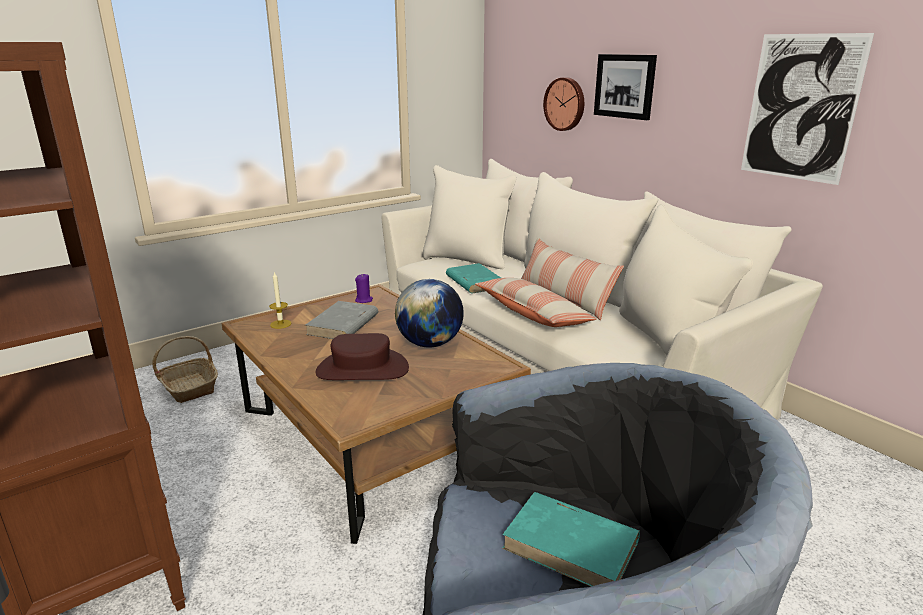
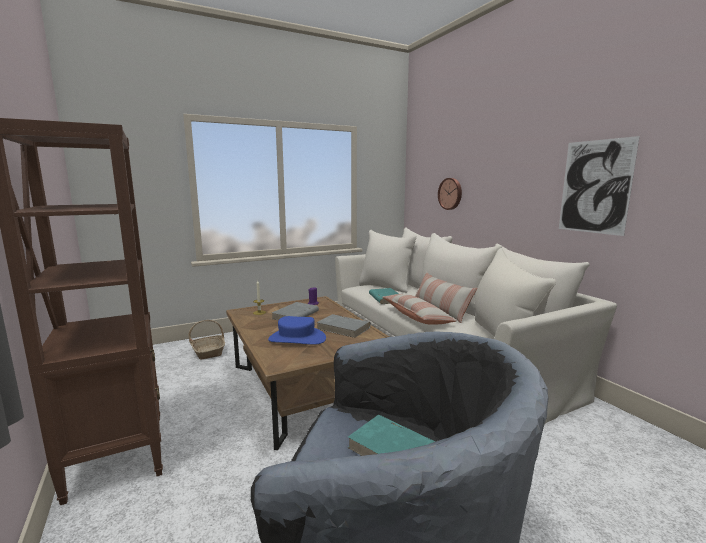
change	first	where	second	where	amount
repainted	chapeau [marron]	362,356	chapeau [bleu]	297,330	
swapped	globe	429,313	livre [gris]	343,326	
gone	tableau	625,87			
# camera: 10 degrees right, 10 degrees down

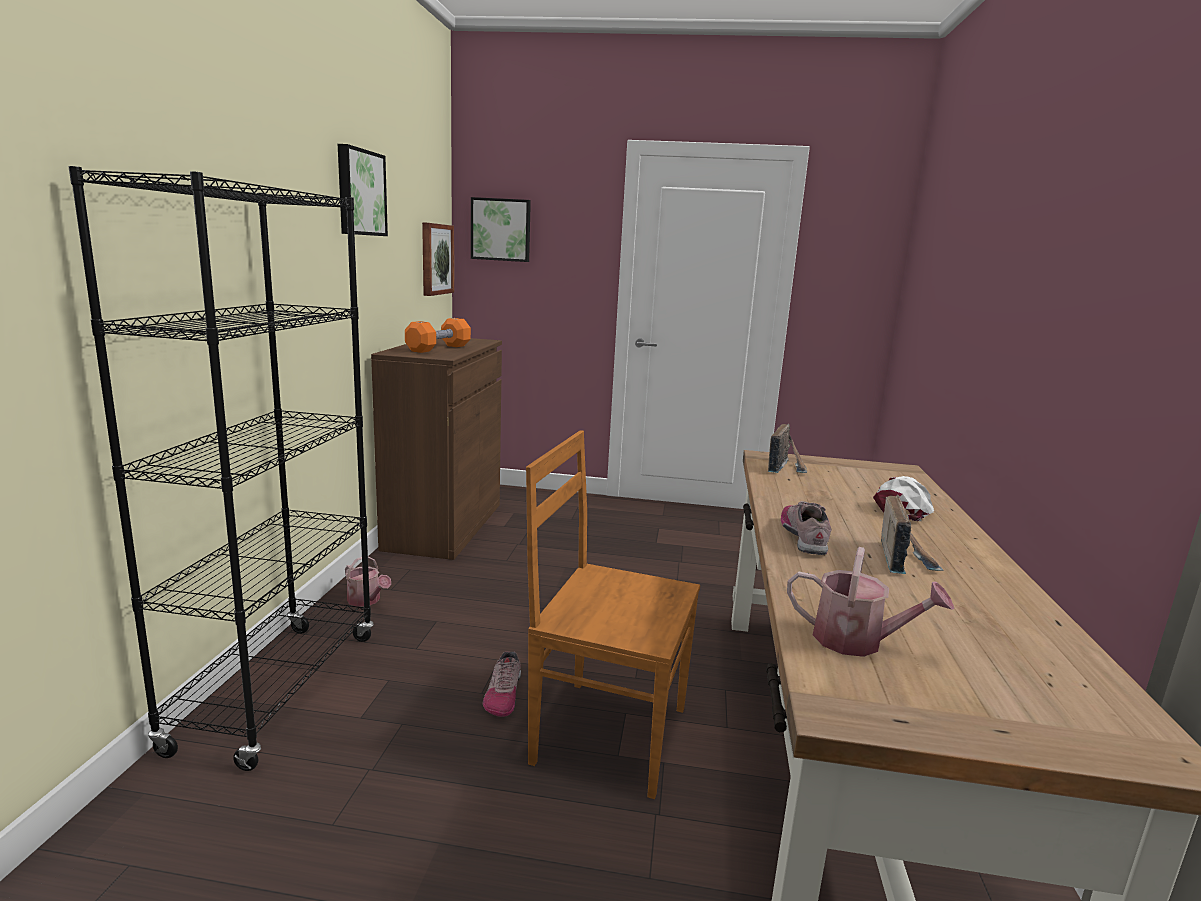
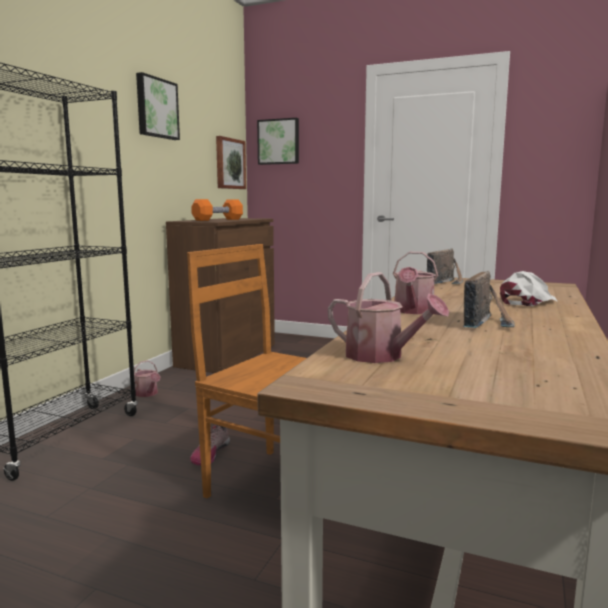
change	first	where	second	where	amount
swapped	chaussure	806,528	arrosoir	415,283	
# camera: 15 degrees right, 5 degrees down

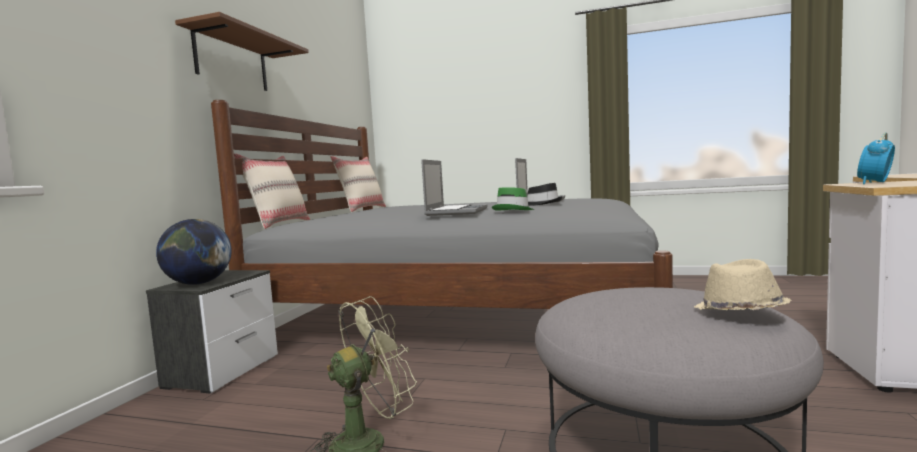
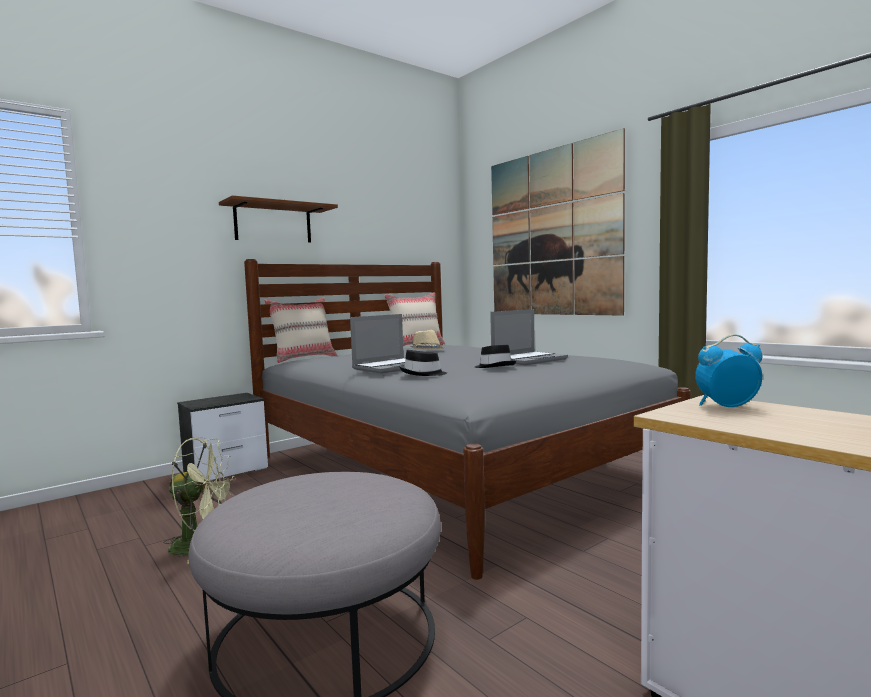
change	first	where	second	where	amount
repainted	chapeau [vert]	513,199	chapeau [noir]	423,363	
shifted	chapeau [beige]	742,284		427,339	
new			tableau	558,222	
gone	globe	194,252			
# camera: 35 degrees right, 0 degrees up

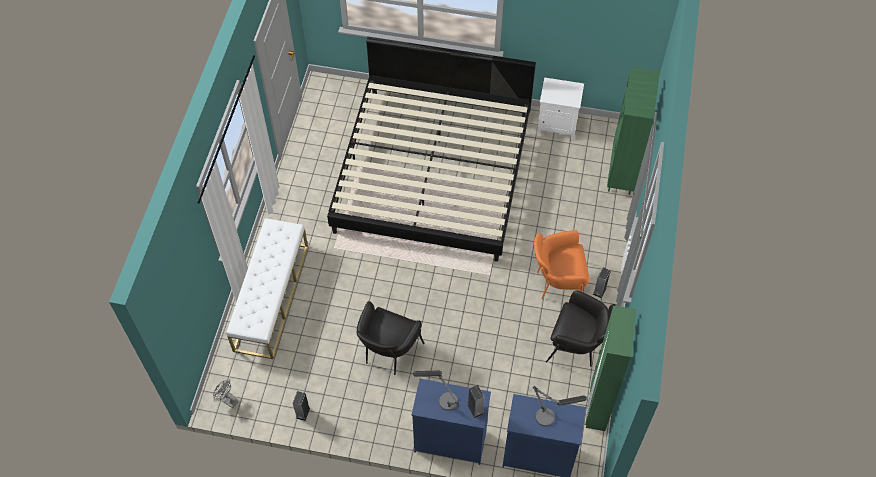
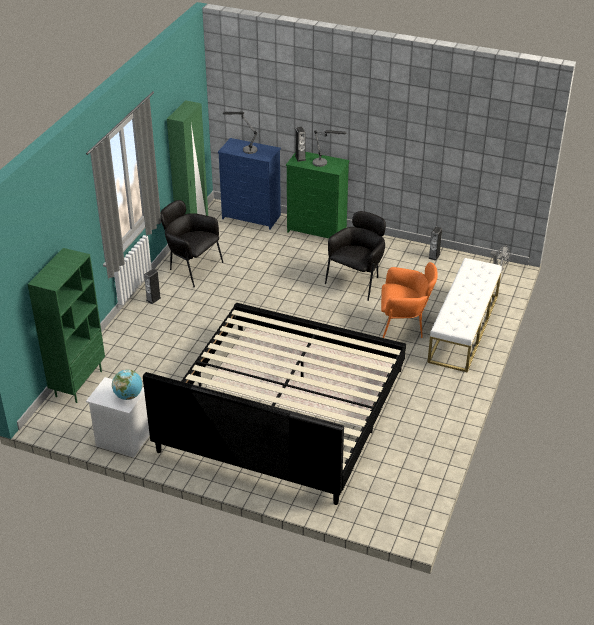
change	first	where	second	where	amount
new			globe	127,385	
repainted	commode [bleu]	451,422	commode [vert]	318,195	
shifted	fauteuil [orange]	562,264		409,300	
# camera: 170 degrees left, 20 degrees down

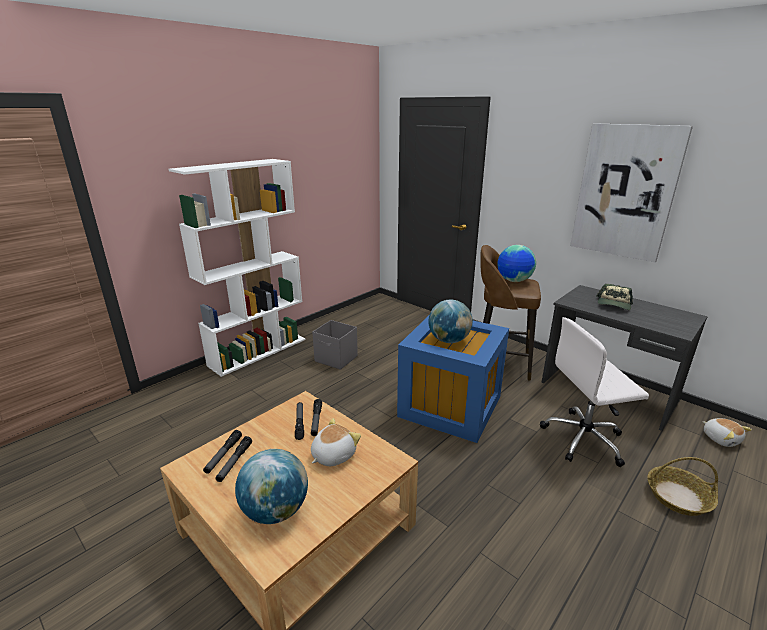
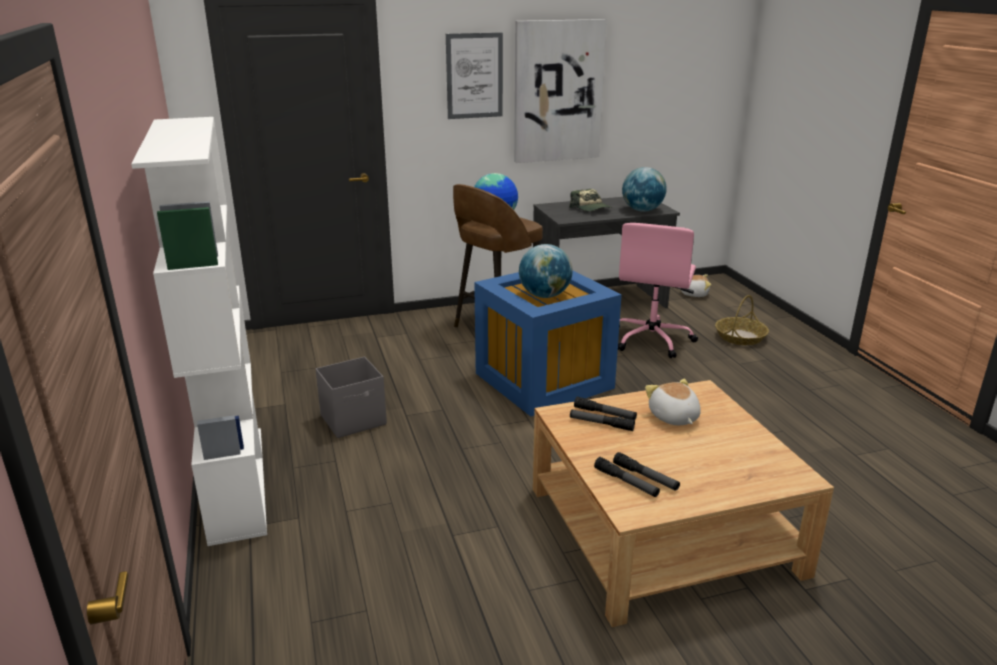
change	first	where	second	where	amount
new			tableau	474,75	
repainted	chaise de bureau [blanc]	594,392	chaise de bureau [rose]	658,290	
shifted	globe	271,486		644,189	
# camera: 60 degrees left, 0 degrees up

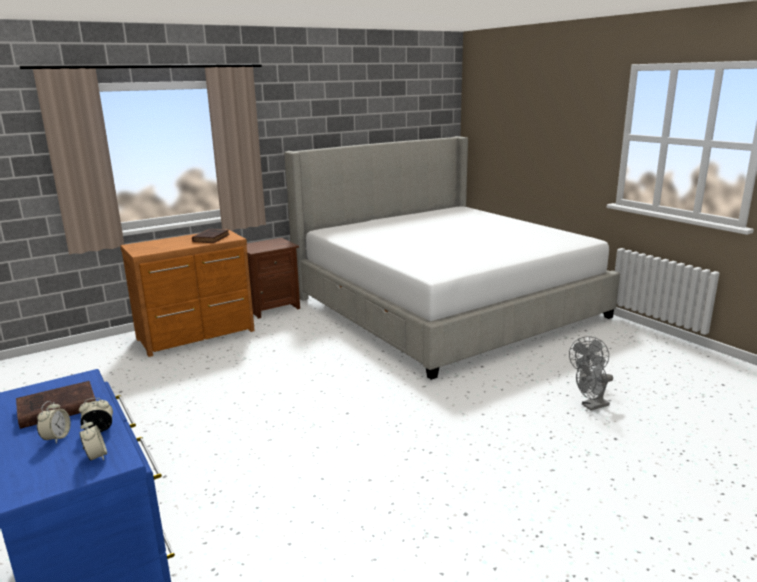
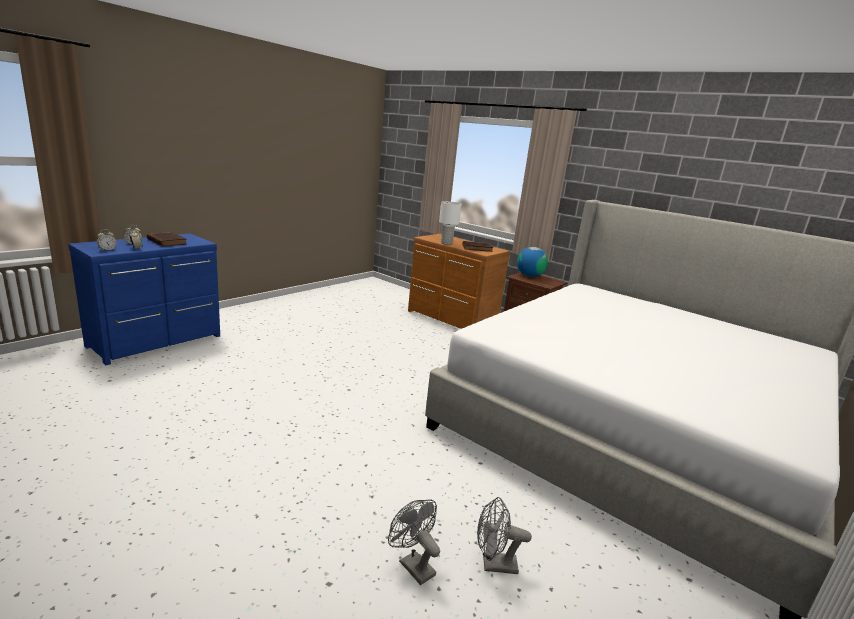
change	first	where	second	where	amount
new			lampe de table [blanc]	450,223	
new			globe	532,262	
# camera: 70 degrees right, 0 degrees up

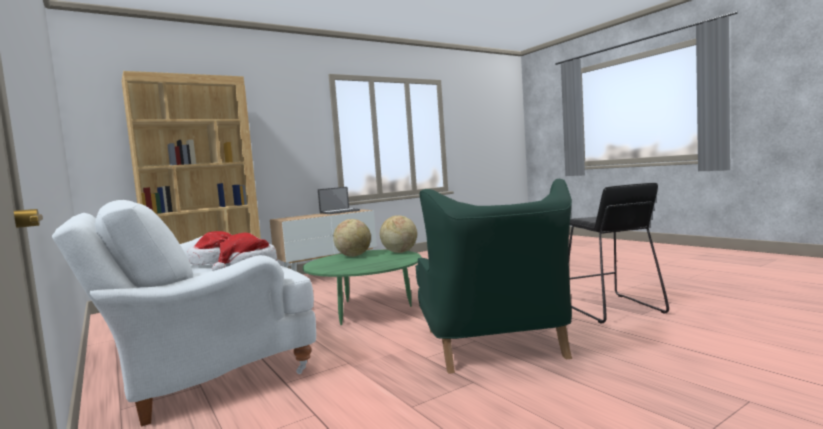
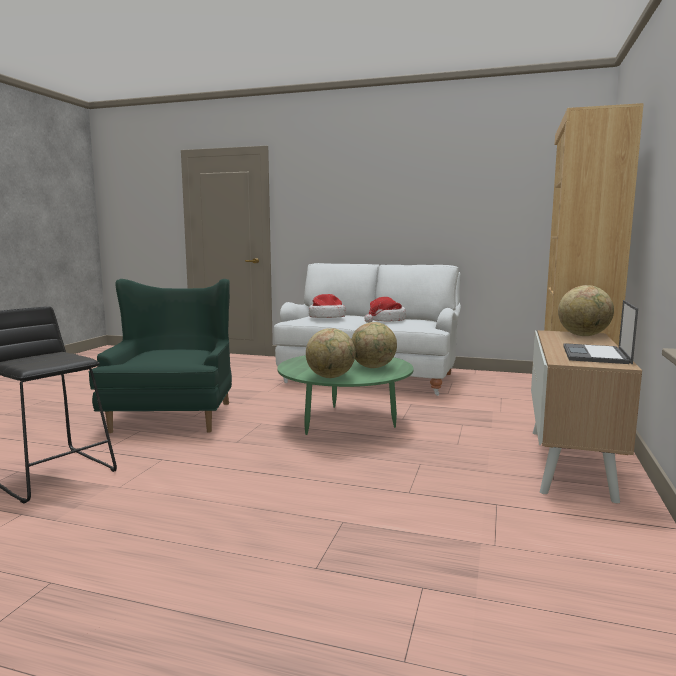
change	first	where	second	where	amount
rotated	fauteuil [vert]	493,276		160,356	45 degrees clockwise
new			globe	586,310	
# camera: 140 degrees right, 5 degrees up

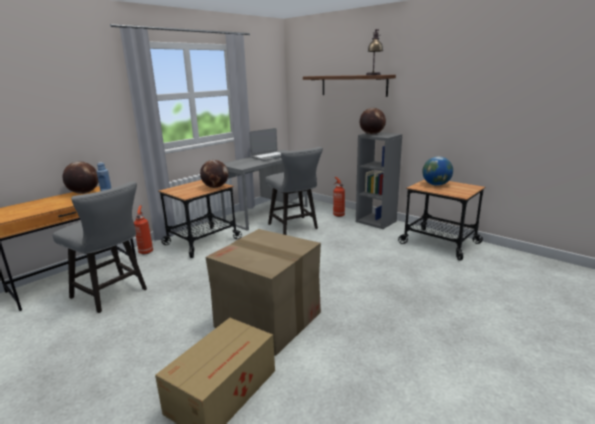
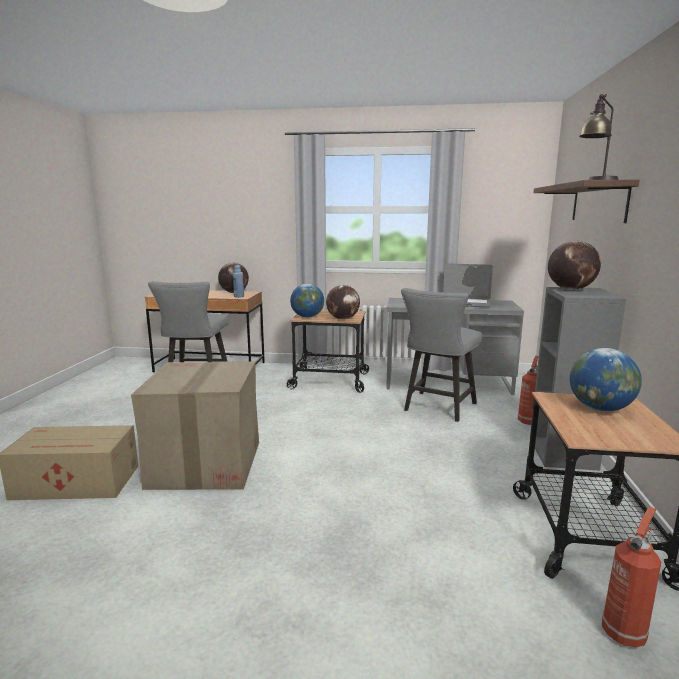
change	first	where	second	where	amount
new			globe	307,301	
shifted	extincteur	143,229		631,577	
# camera: 55 degrees right, 5 degrees down

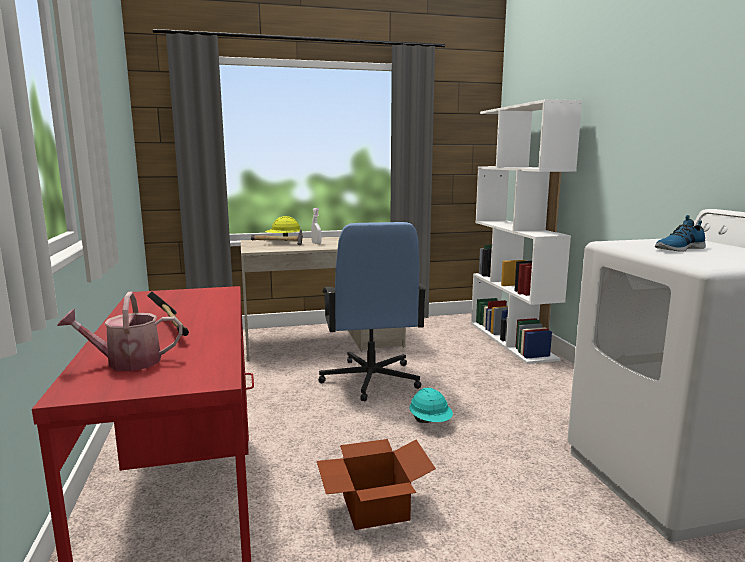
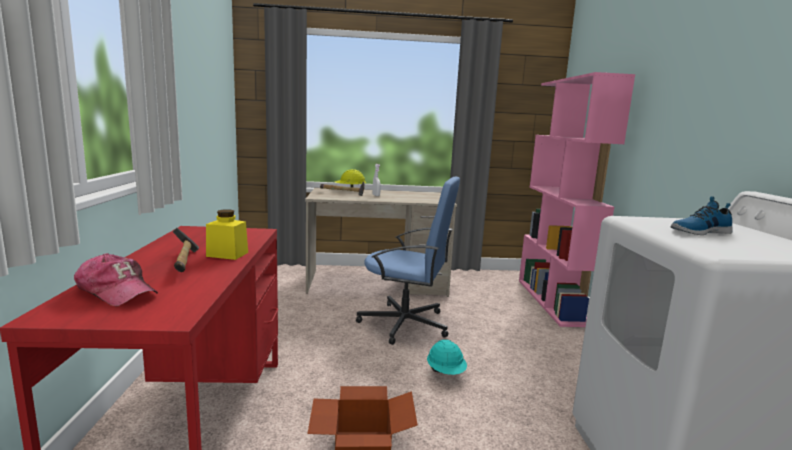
change	first	where	second	where	amount
swapped	arrosoir	119,331	casquette	116,280	
new			bocal [jaune]	227,234	
rotated	chaise de bureau [bleu]	372,312		408,261	75 degrees counterclockwise
repainted	bibliothèque [blanc]	526,231	bibliothèque [rose]	577,199	
# camera: 10 degrees right, 0 degrees up

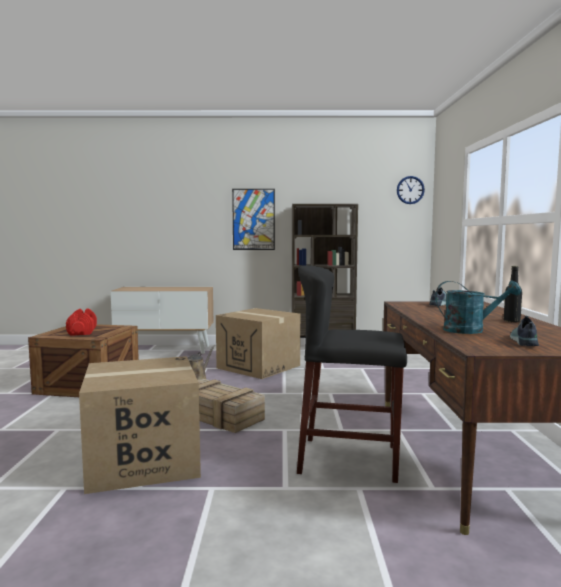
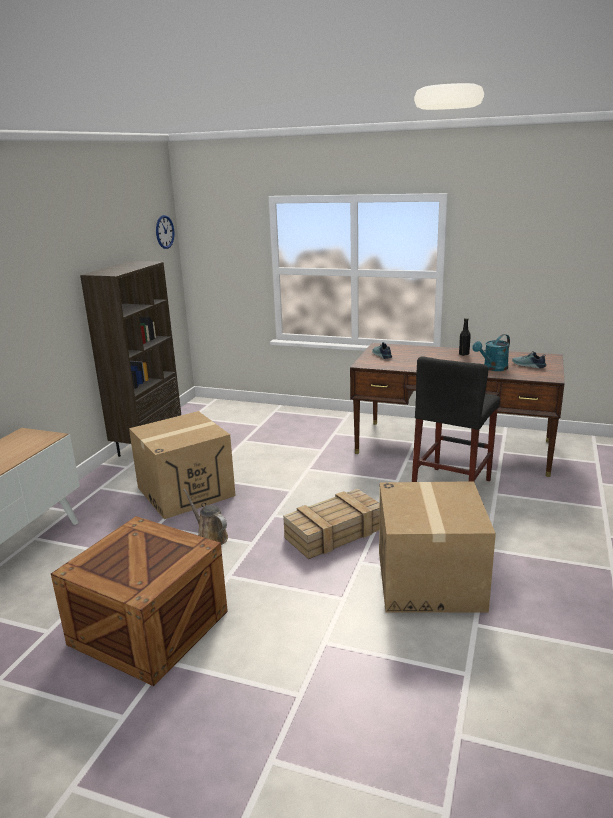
change	first	where	second	where	amount
rotated	arrosoir [turquoise]	478,307		491,352	150 degrees counterclockwise
gone	haltère [rouge]	81,322			
gone	tableau	253,219			
# camera: 70 degrees left, 15 degrees up

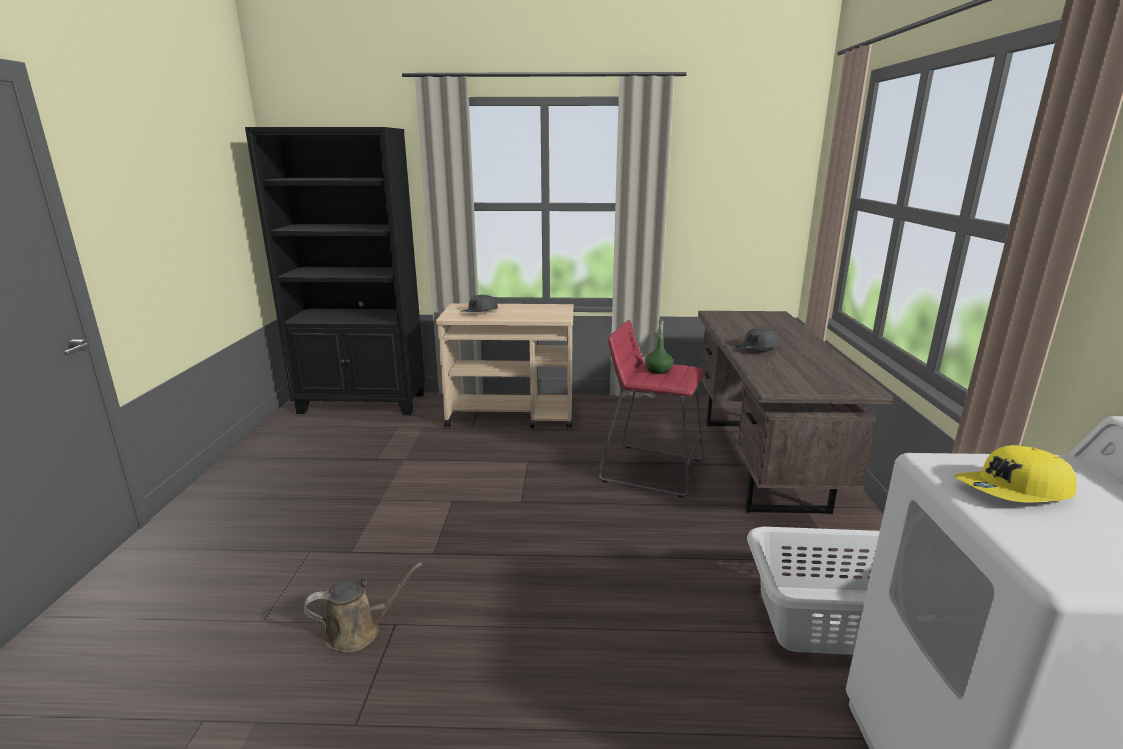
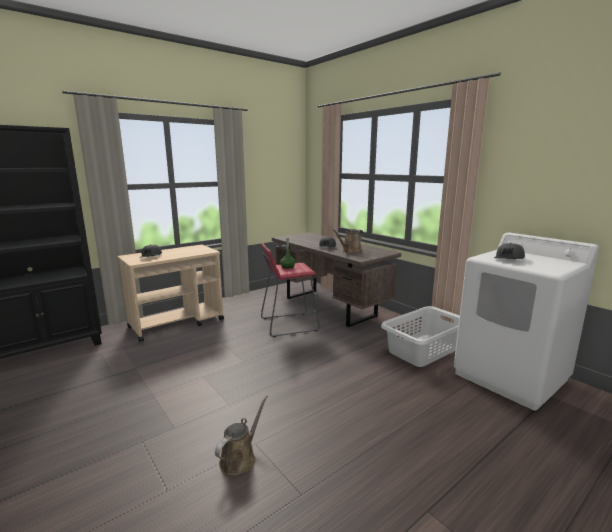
change	first	where	second	where	amount
new			arrosoir [marron]	348,241	
repainted	casquette [jaune]	1015,473	casquette [gris]	509,251	
# camera: 40 degrees left, 5 degrees down

